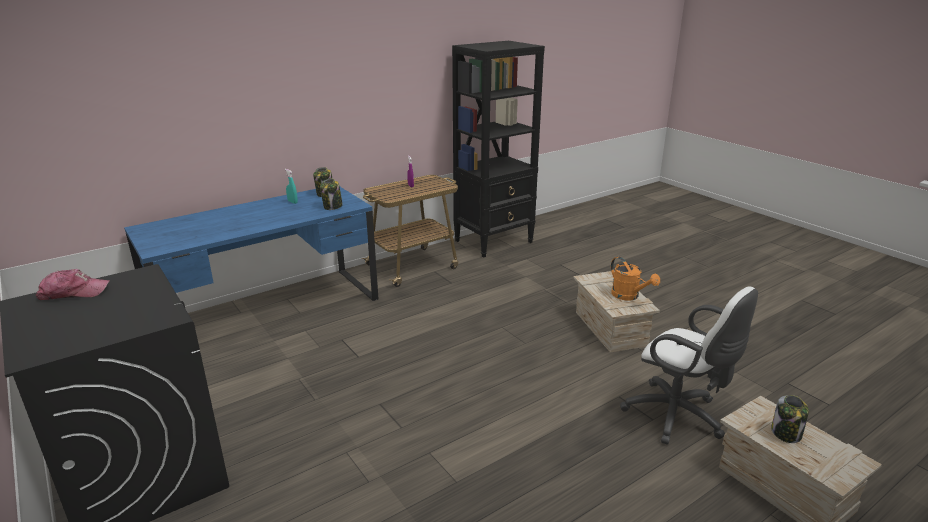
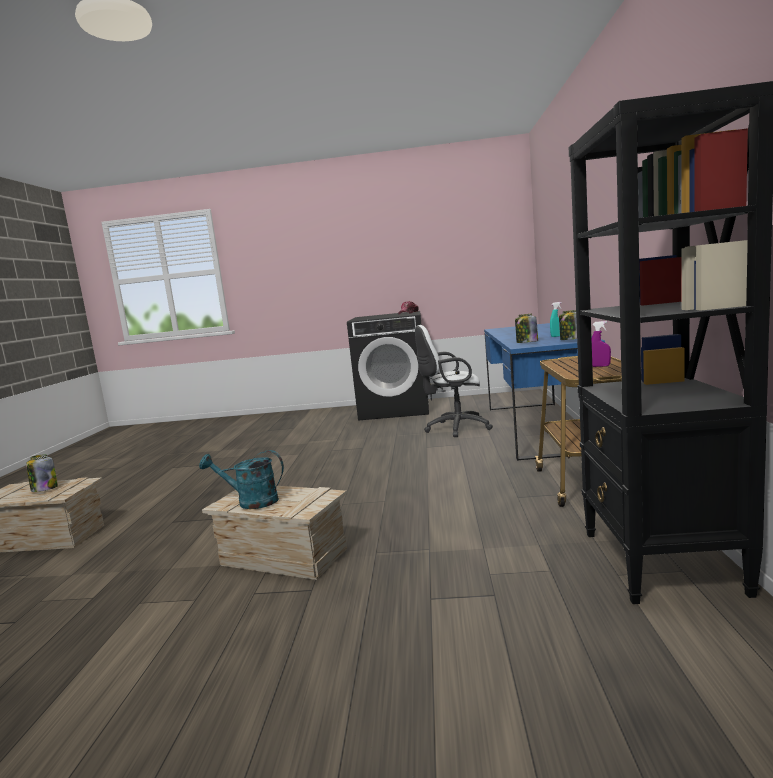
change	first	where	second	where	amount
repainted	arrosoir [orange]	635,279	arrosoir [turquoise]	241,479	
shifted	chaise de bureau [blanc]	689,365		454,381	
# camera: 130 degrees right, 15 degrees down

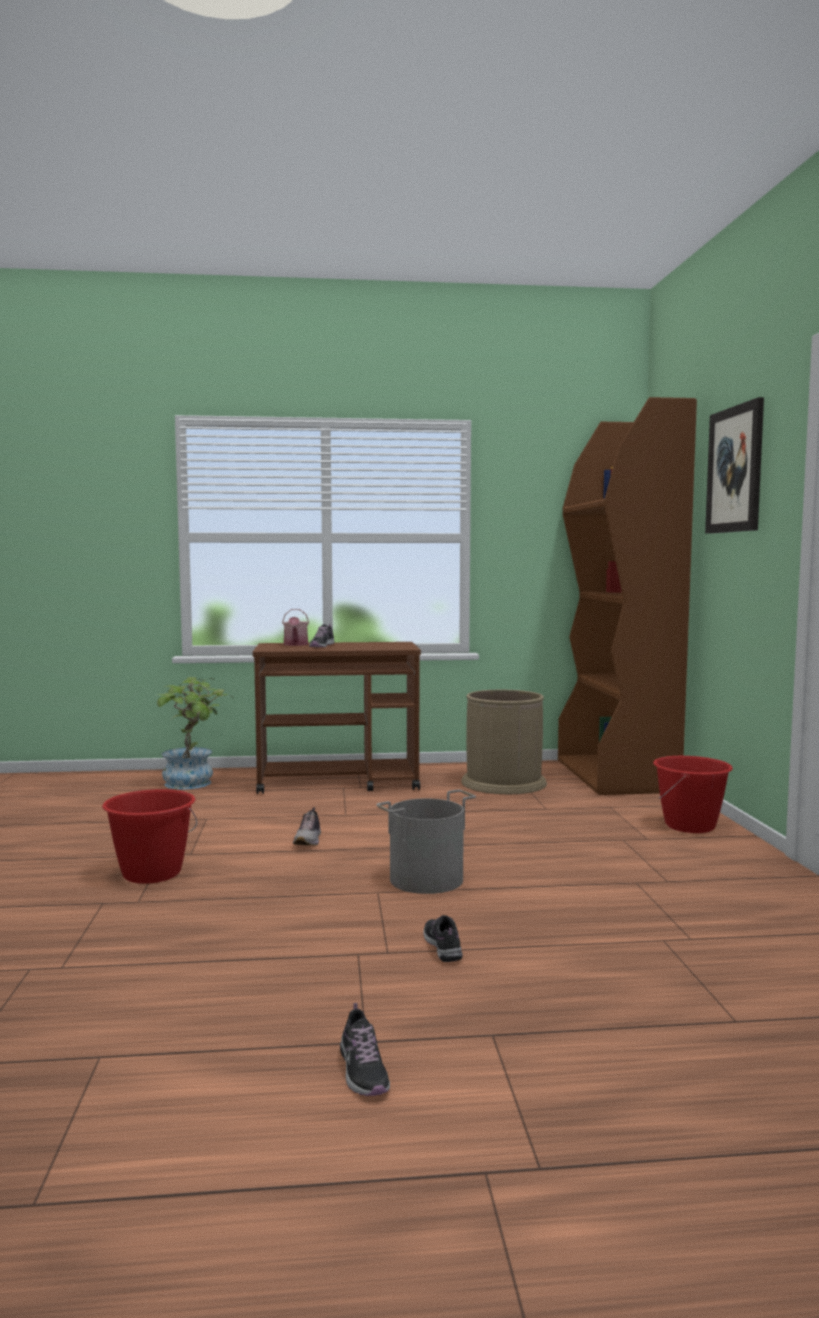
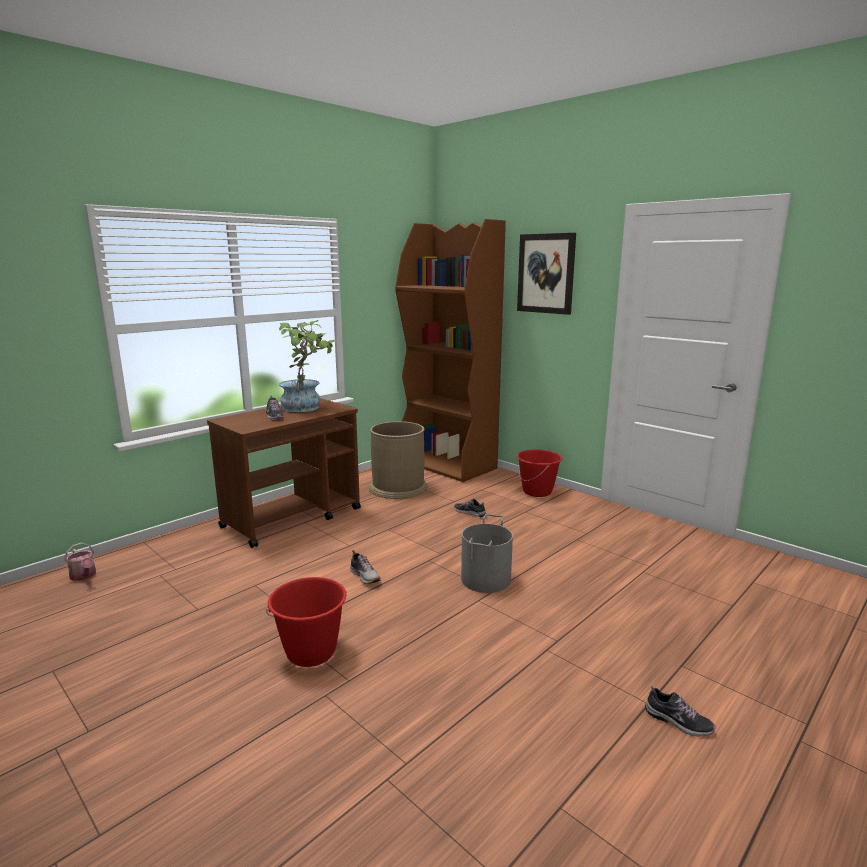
change	first	where	second	where	amount
shifted	arrosoir	295,627		80,561	
shifted	plante en pot	195,733		308,366	
shifted	chaussure	443,938		470,508	
# camera: 40 degrees left, 10 degrees up

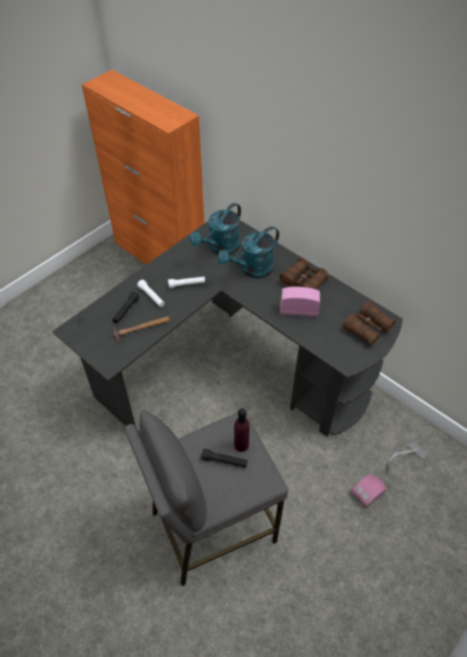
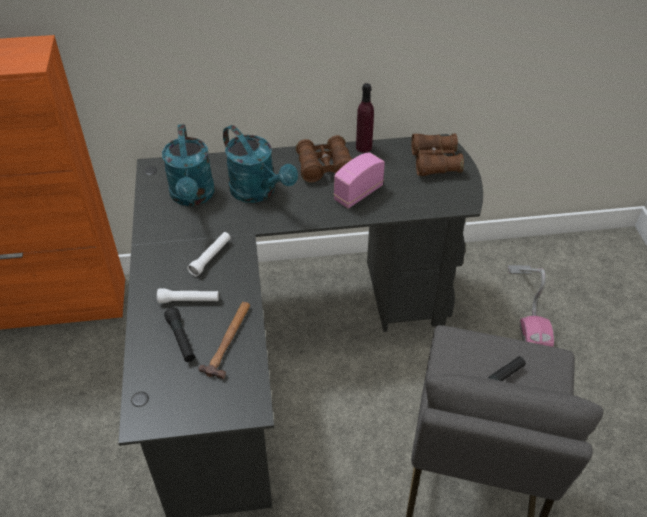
change	first	where	second	where	amount
rotated	arrosoir [turquoise]	248,252		260,164	45 degrees counterclockwise
shifted	bouteille [violet]	242,430		365,118	
# camera: 50 degrees left, 5 degrees down

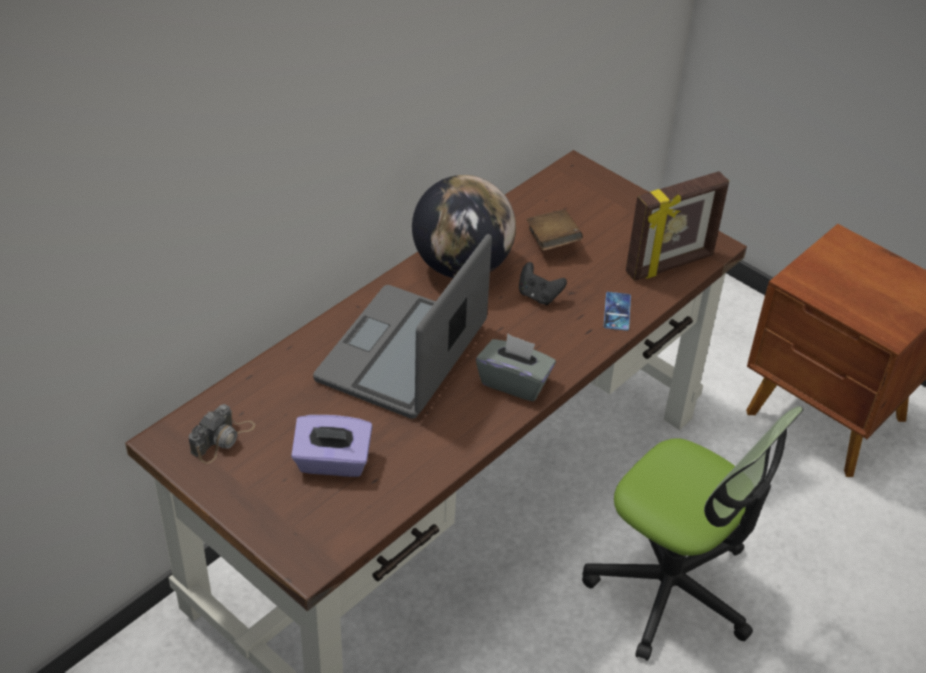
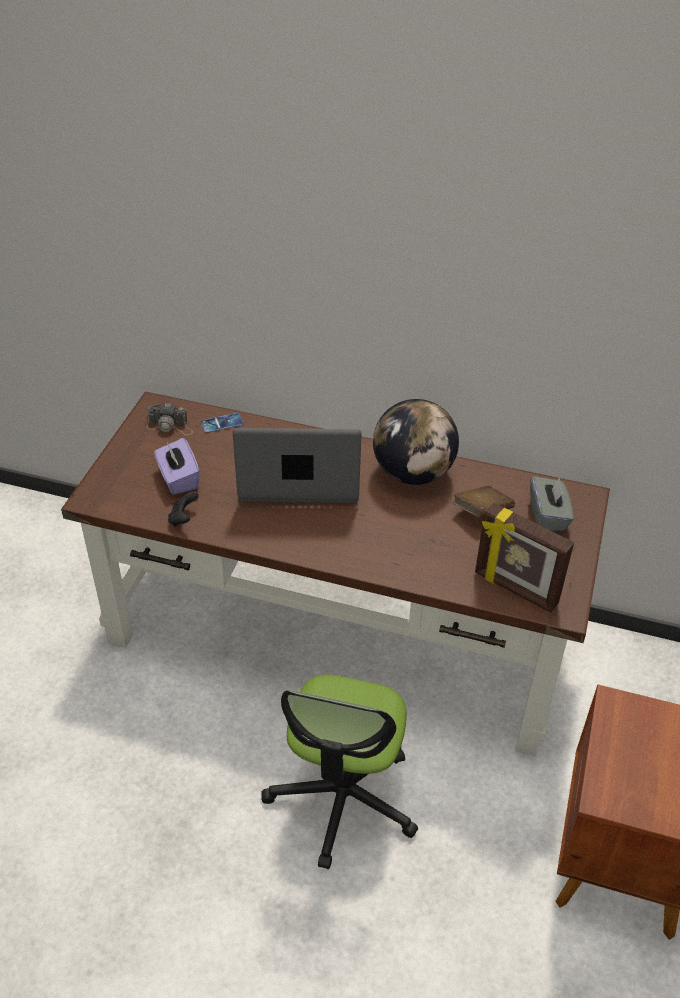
change	first	where	second	where	amount
shifted	manette [noir]	543,283		183,509	
shifted	téléphone	617,311		222,423	
shifted	boîte à mouchoirs [gris]	516,367		552,503	
# camera: 65 degrees right, 0 degrees up

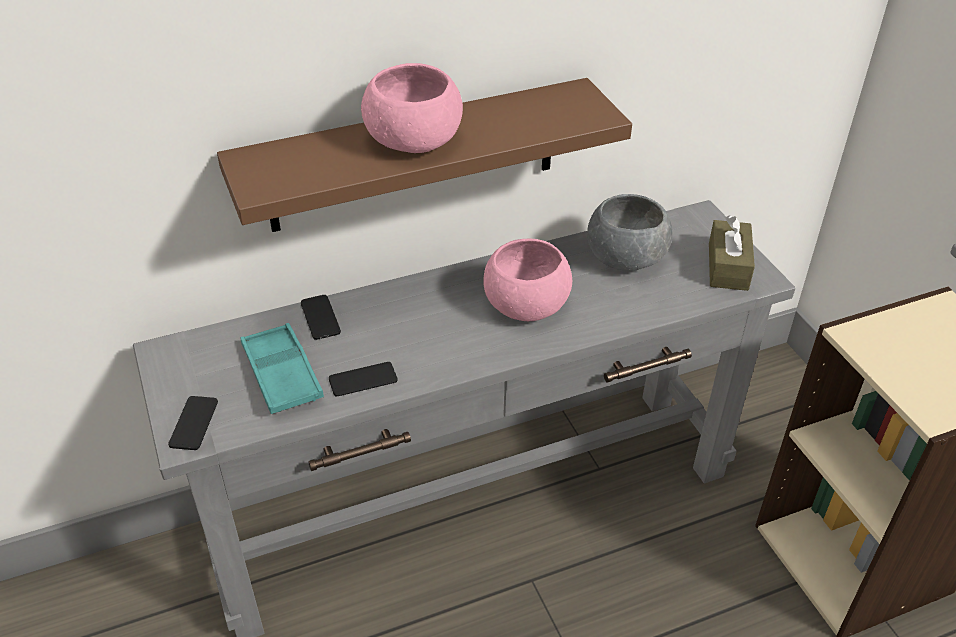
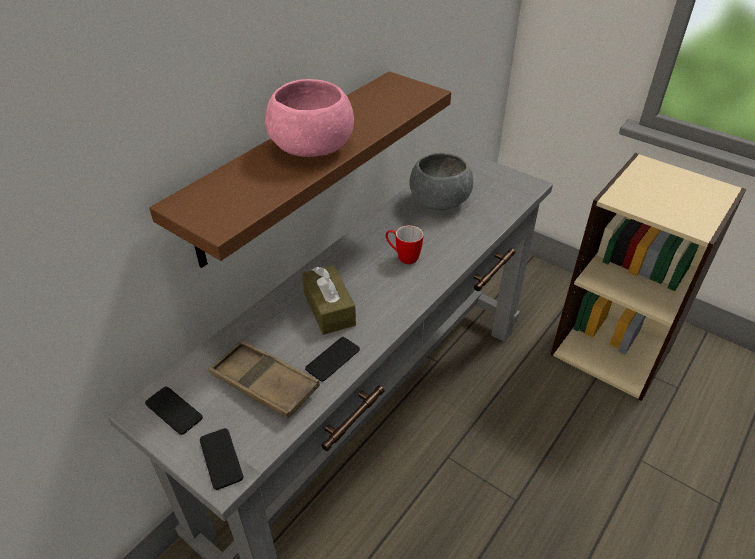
change	first	where	second	where	amount
shifted	téléphone	321,317		174,411	
repainted	plateau [turquoise]	282,368	plateau [marron]	264,379	
shifted	boîte à mouchoirs [marron]	732,253		329,300	
swapped	bol [rose]	527,280	mug	405,244	
# camera: 30 degrees left, 0 degrees up

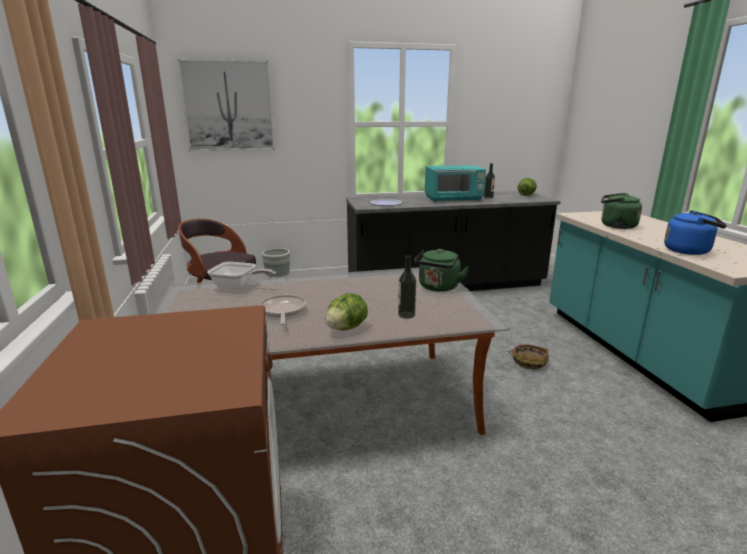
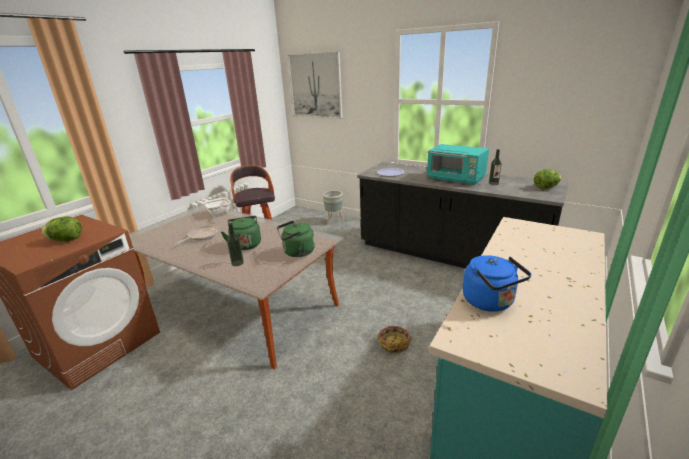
change	first	where	second	where	amount
shifted	laitue	346,312		61,229	
shifted	bouilloire [vert]	621,211		241,233	
# camera: 45 degrees right, 5 degrees up

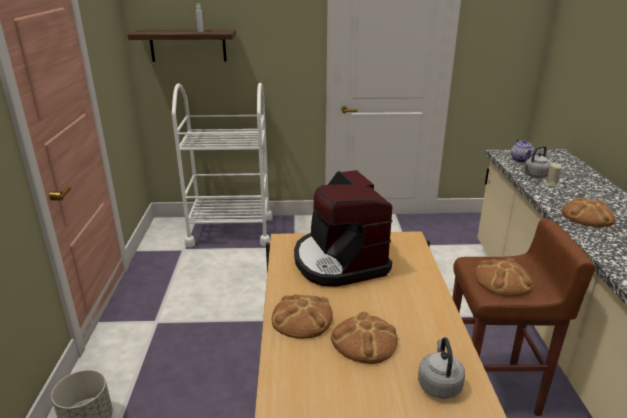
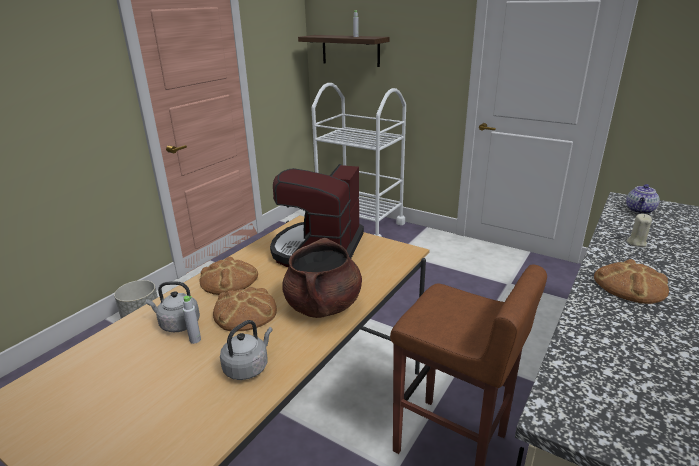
change	first	where	second	where	amount
shifted	bouilloire [gris]	537,162		173,306	
new			bouteille [gris]	192,320	
new			marmite [marron]	322,278	
gone	pain	504,277			
# camera: 35 degrees right, 0 degrees up

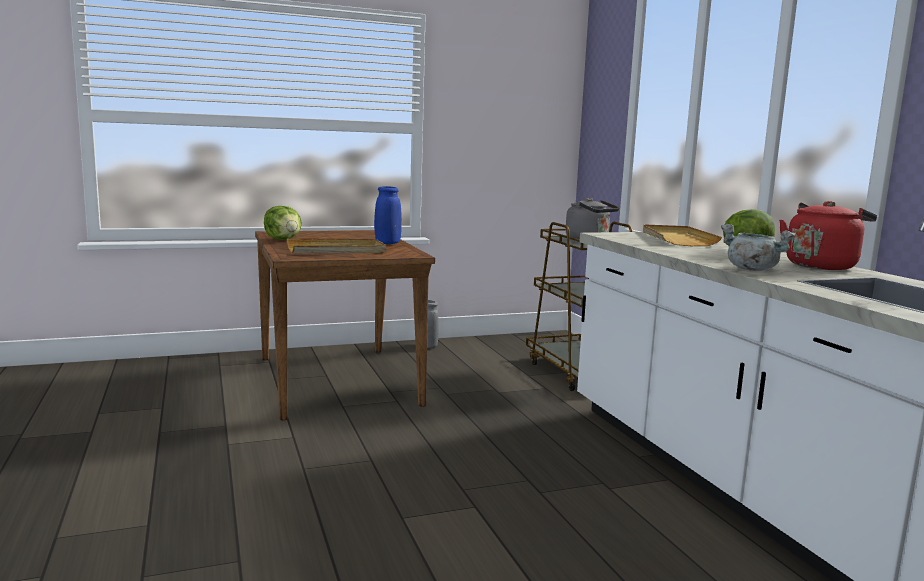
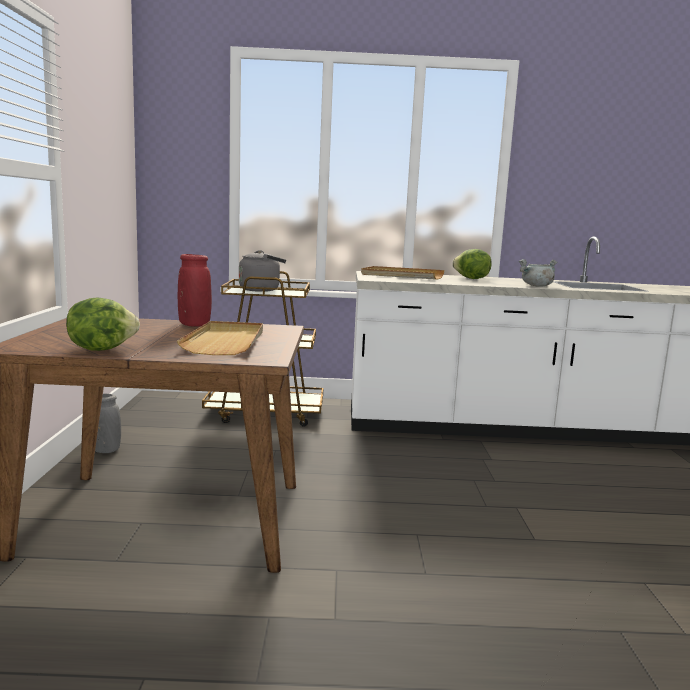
change	first	where	second	where	amount
repainted	vase [bleu]	388,215	vase [rouge]	195,290	
gone	bouilloire [rouge]	828,235			
# camera: 70 degrees left, 0 degrees up

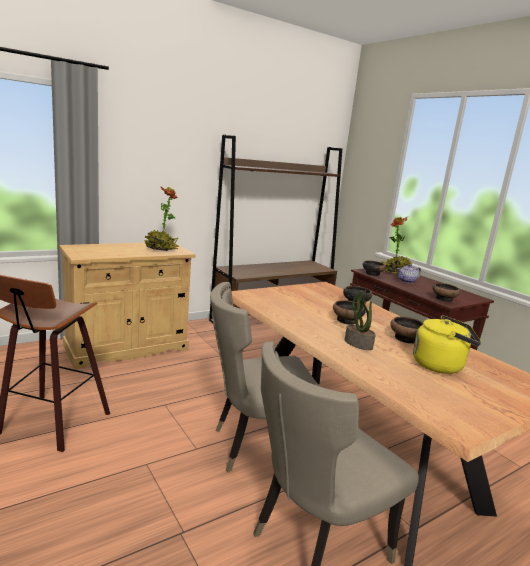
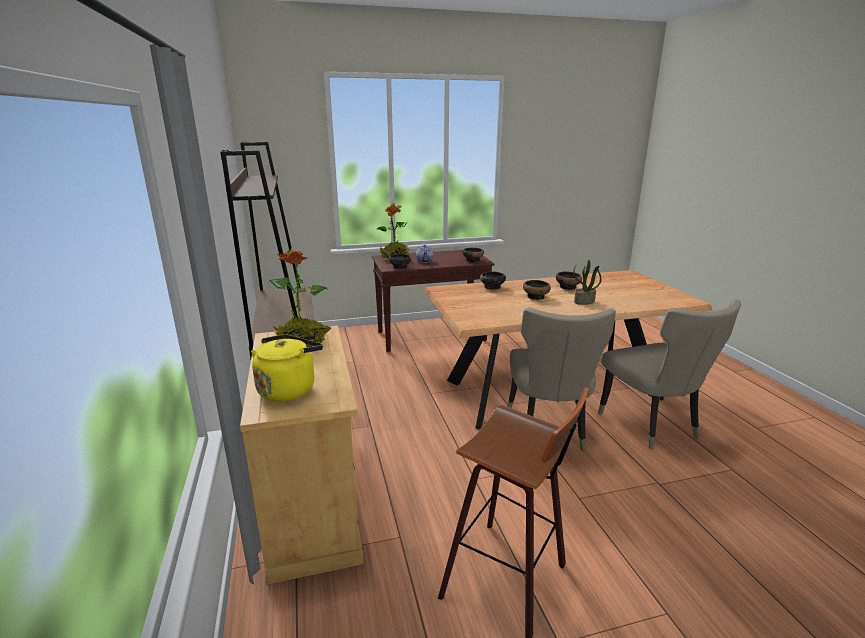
change	first	where	second	where	amount
shifted	bouilloire [jaune]	447,344		287,368	
# camera: 70 degrees left, 5 degrees up

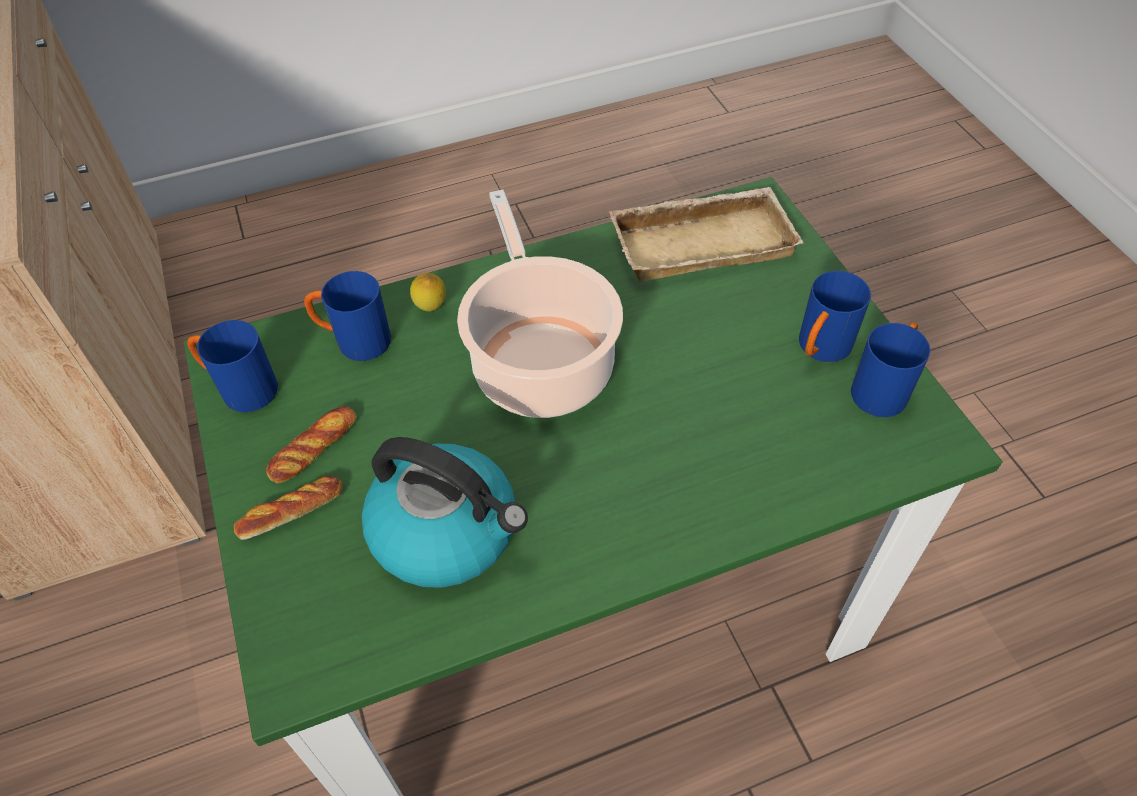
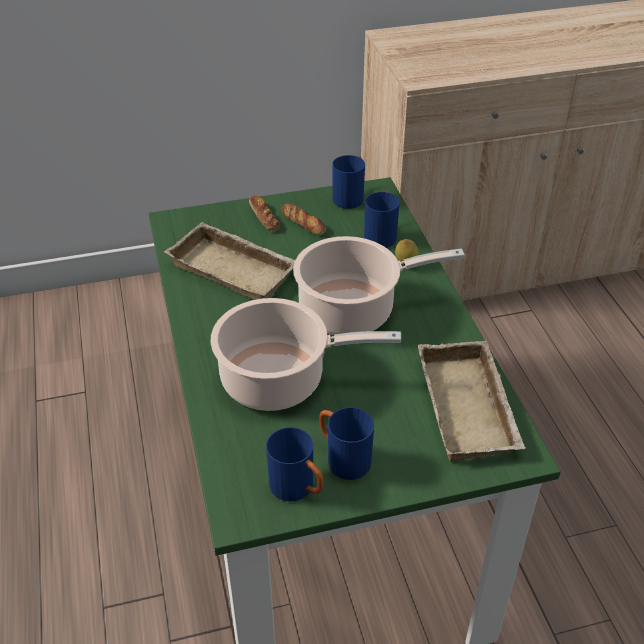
change	first	where	second	where	amount
swapped	bouilloire	445,512	plateau [beige]	229,261	
new			marmite	305,354	
# camera: 95 degrees right, 10 degrees down

